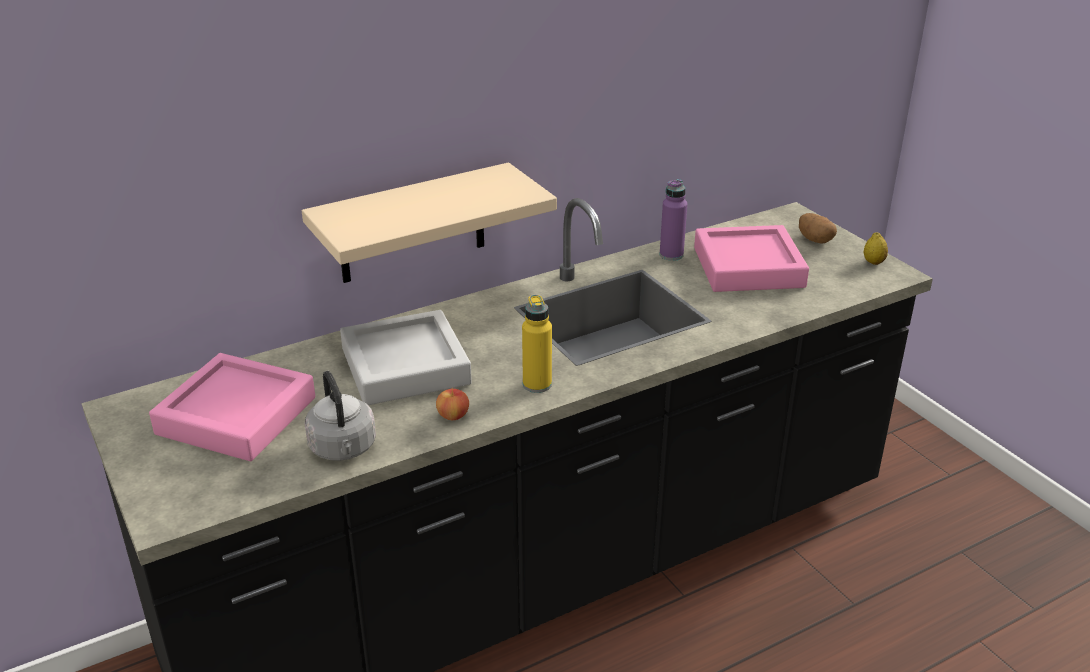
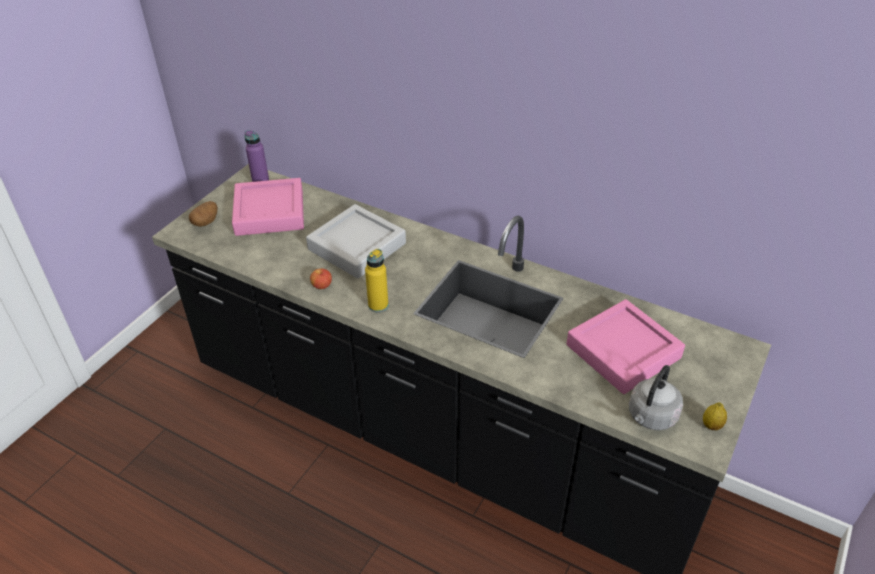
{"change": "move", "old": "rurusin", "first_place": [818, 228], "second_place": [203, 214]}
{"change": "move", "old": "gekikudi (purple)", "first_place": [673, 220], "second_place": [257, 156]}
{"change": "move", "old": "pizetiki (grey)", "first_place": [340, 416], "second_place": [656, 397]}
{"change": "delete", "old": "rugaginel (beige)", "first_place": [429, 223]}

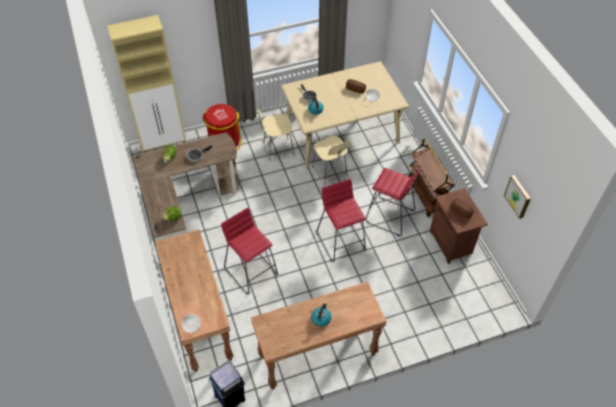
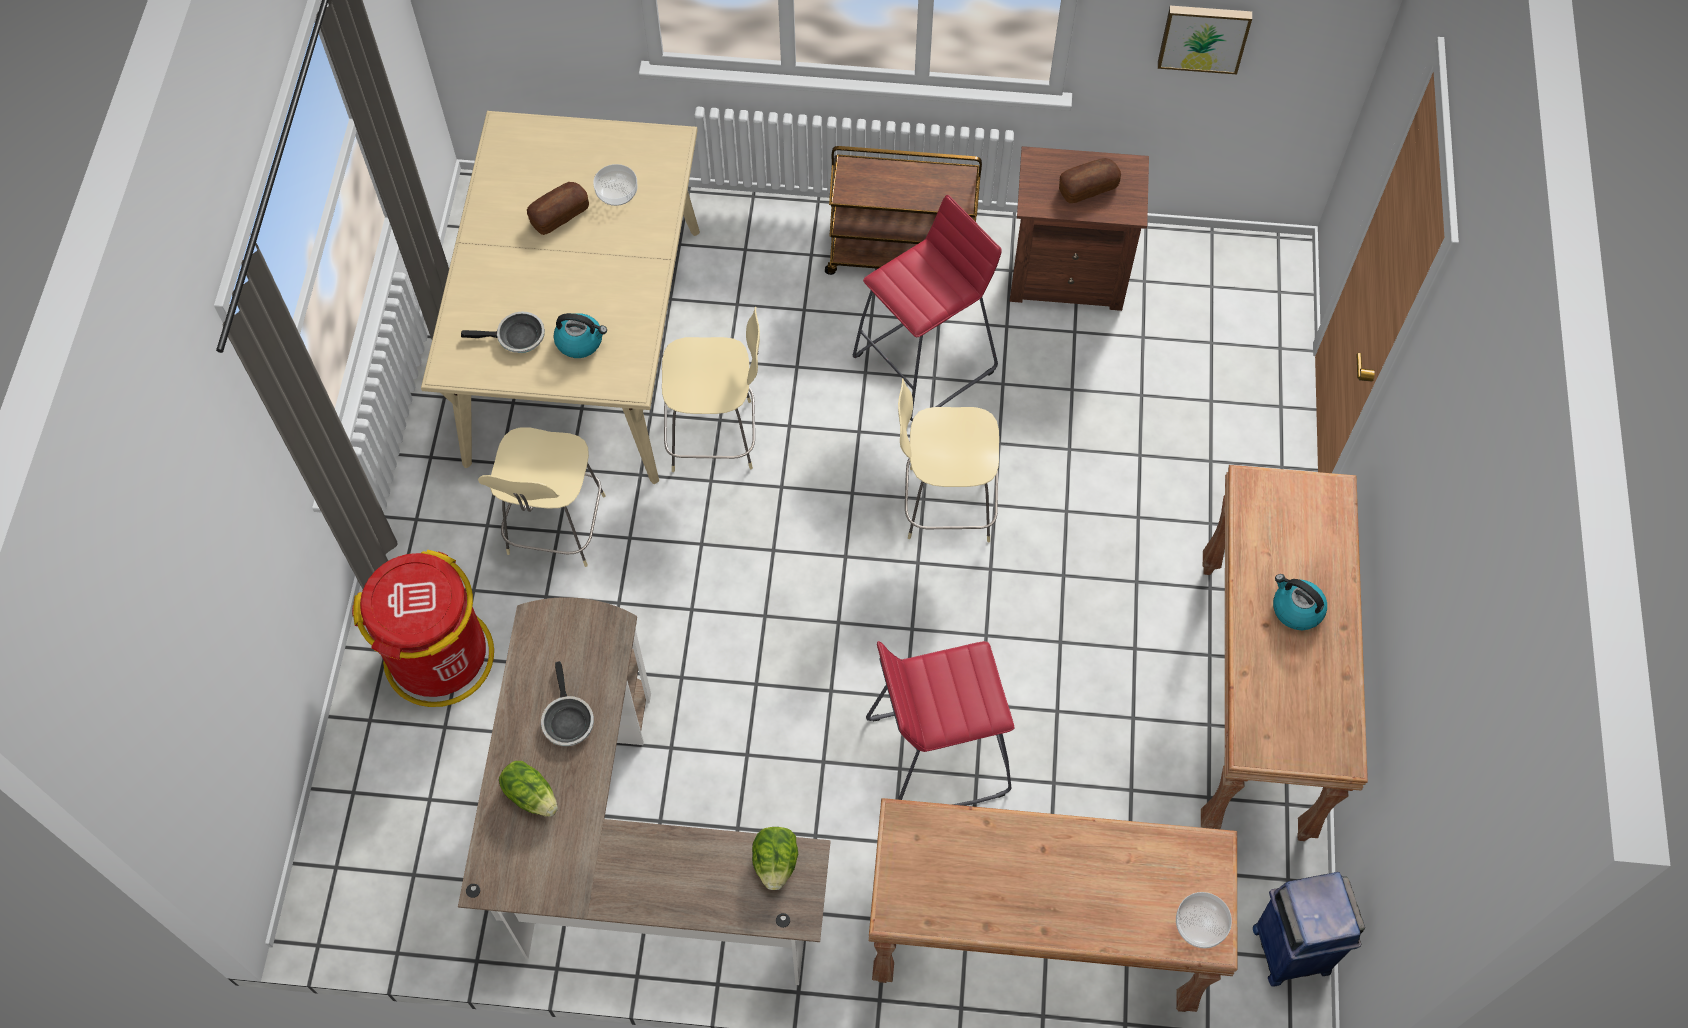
{"change": "replace", "old": "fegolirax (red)", "new": "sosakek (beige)", "first_place": [341, 220], "second_place": [948, 460]}
{"change": "delete", "old": "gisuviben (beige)", "first_place": [146, 83]}

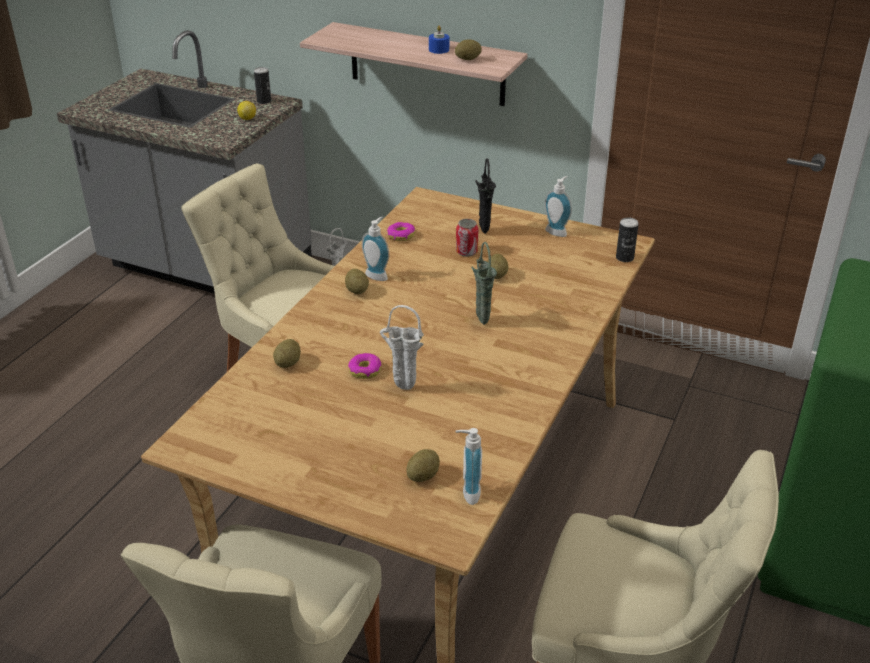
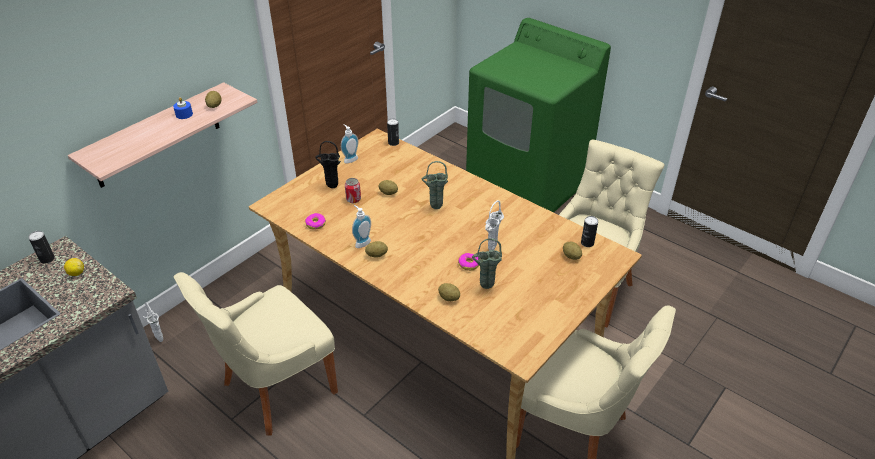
{"change": "insert", "new": "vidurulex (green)", "second_place": [487, 263]}
{"change": "replace", "old": "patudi", "new": "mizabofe", "first_place": [468, 466], "second_place": [589, 231]}

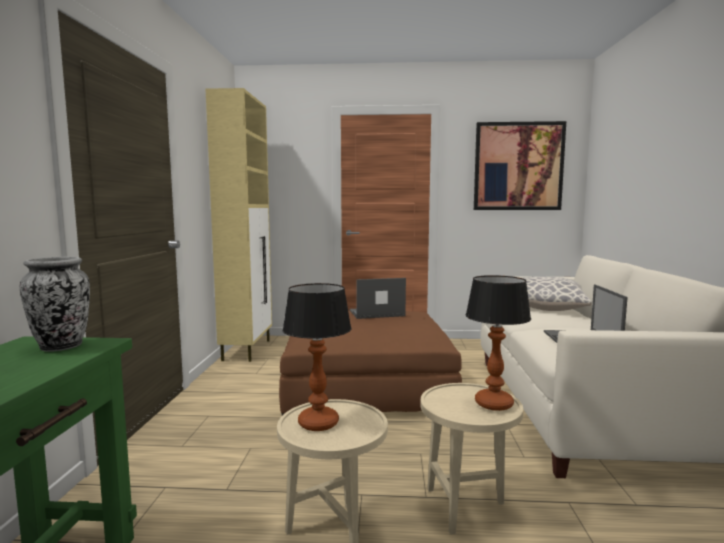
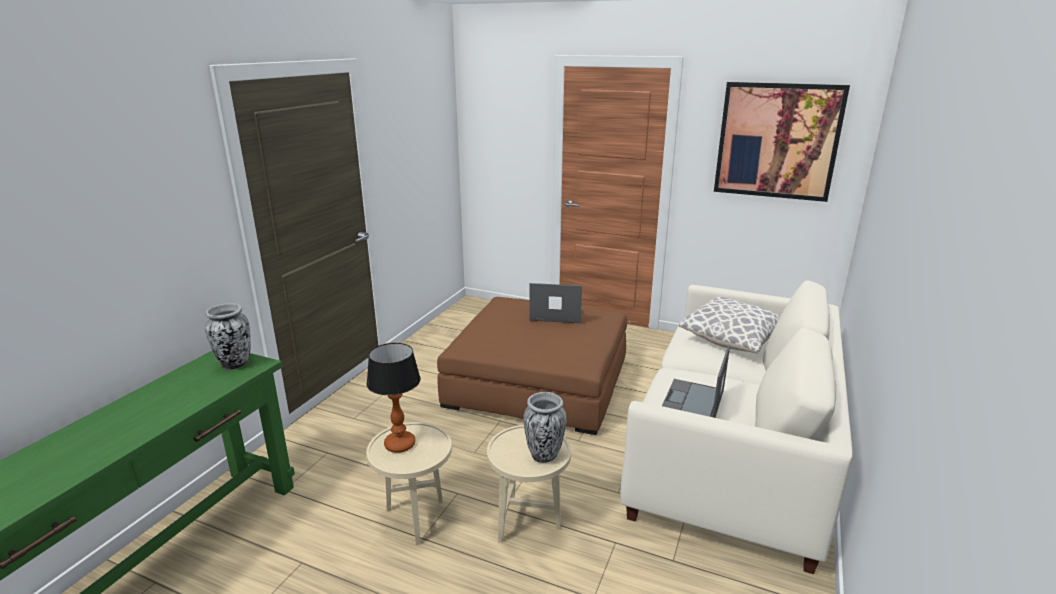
{"change": "replace", "old": "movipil", "new": "vidurulex", "first_place": [498, 343], "second_place": [545, 427]}
{"change": "delete", "old": "gisuviben (beige)", "first_place": [239, 225]}

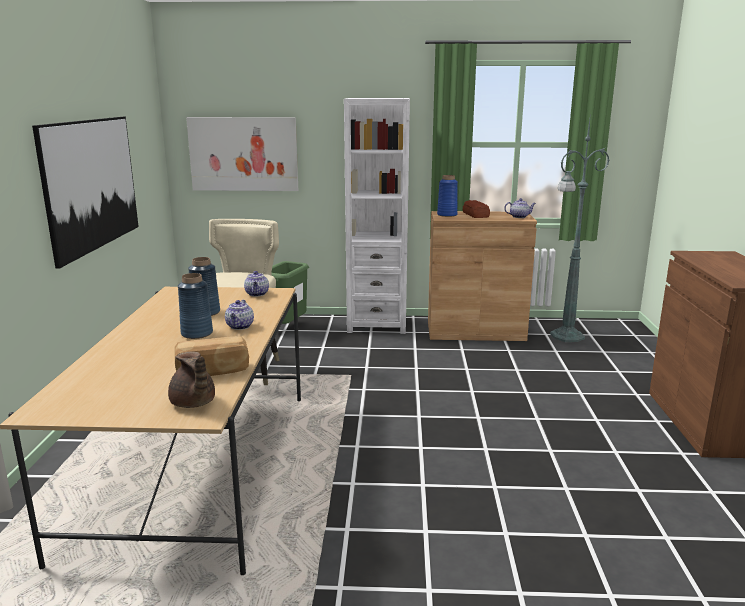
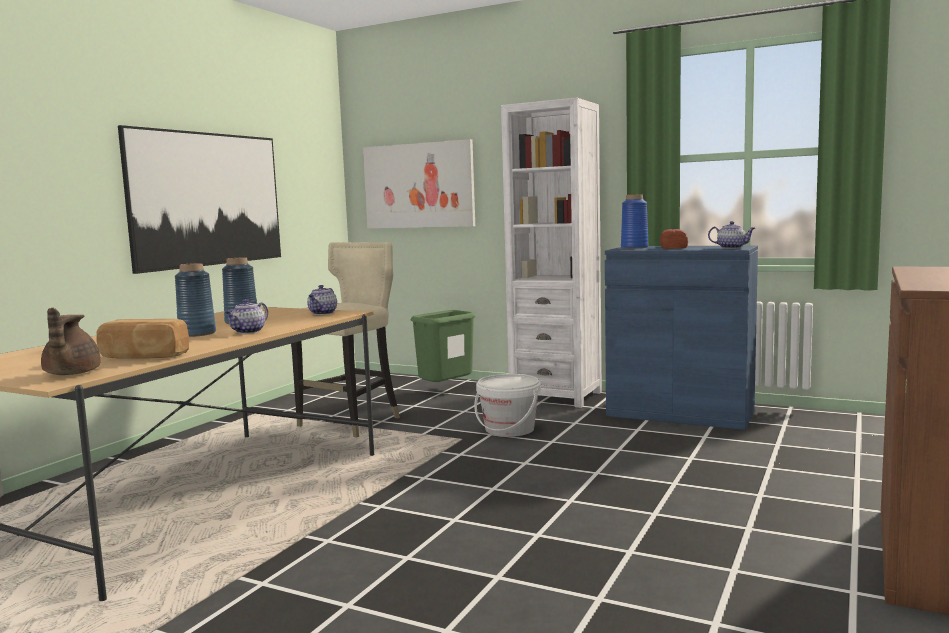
{"change": "insert", "new": "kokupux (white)", "second_place": [507, 405]}
{"change": "recolor", "old": "gisuviben (brown)", "new": "gisuviben (blue)", "first_place": [482, 276], "second_place": [681, 337]}
{"change": "delete", "old": "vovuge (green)", "first_place": [580, 231]}

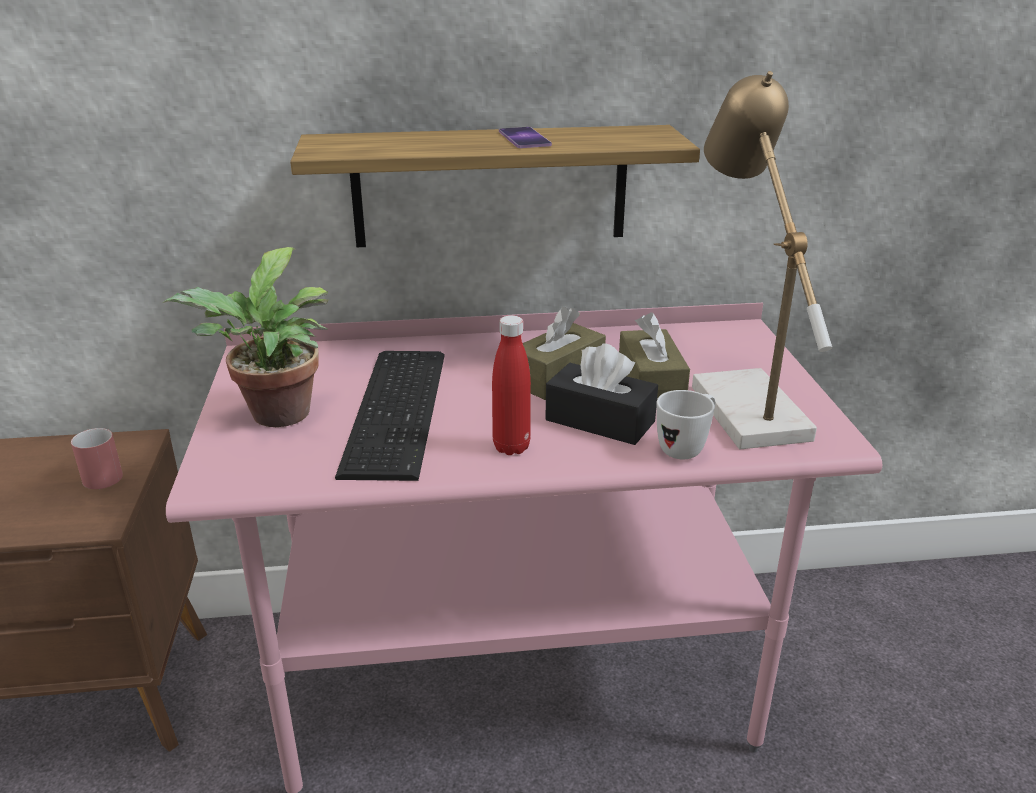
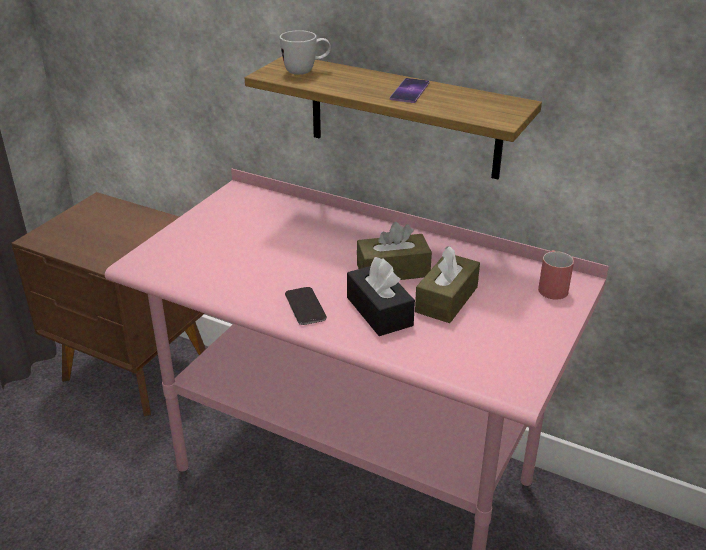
{"change": "move", "old": "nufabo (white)", "first_place": [686, 424], "second_place": [305, 52]}
{"change": "replace", "old": "gekikudi (red)", "new": "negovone", "first_place": [511, 385], "second_place": [306, 306]}
{"change": "move", "old": "nufabo (red)", "first_place": [97, 458], "second_place": [556, 275]}
{"change": "delete", "old": "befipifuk", "first_place": [245, 337]}
{"change": "delete", "old": "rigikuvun", "first_place": [390, 416]}
{"change": "delete", "old": "movipil", "first_place": [762, 260]}

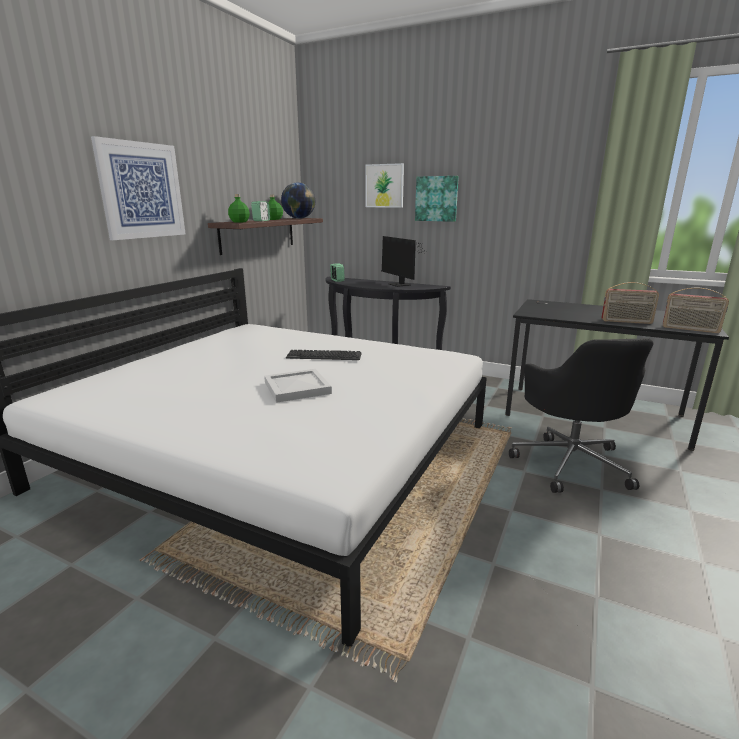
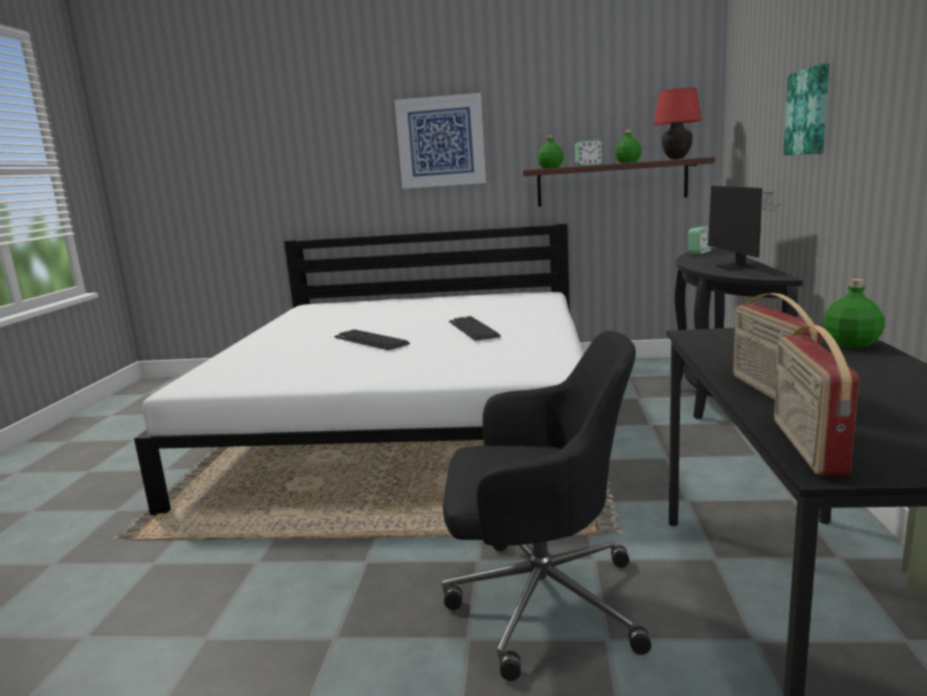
{"change": "replace", "old": "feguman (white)", "new": "rigikuvun", "first_place": [298, 386], "second_place": [372, 339]}
{"change": "rotate", "old": "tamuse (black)", "first_place": [581, 415], "second_place": [546, 506], "degrees": -150}
{"change": "replace", "old": "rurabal", "new": "movipil (red)", "first_place": [298, 200], "second_place": [677, 123]}
{"change": "rotate", "old": "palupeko", "first_place": [404, 261], "second_place": [744, 228], "degrees": -45}
{"change": "insert", "new": "gekikudi (green)", "second_place": [853, 313]}
{"change": "delete", "old": "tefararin", "first_place": [384, 185]}

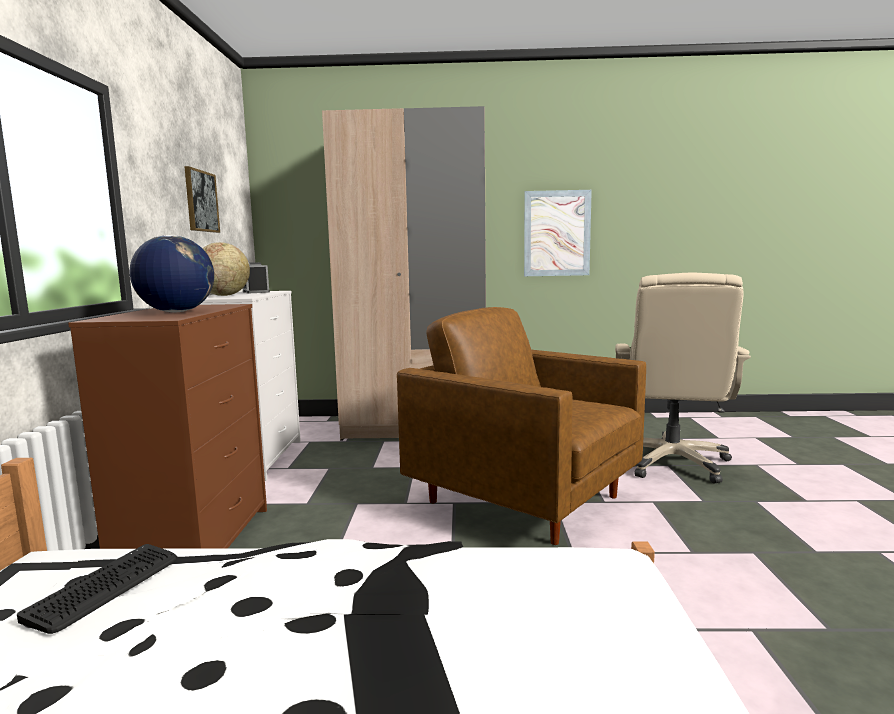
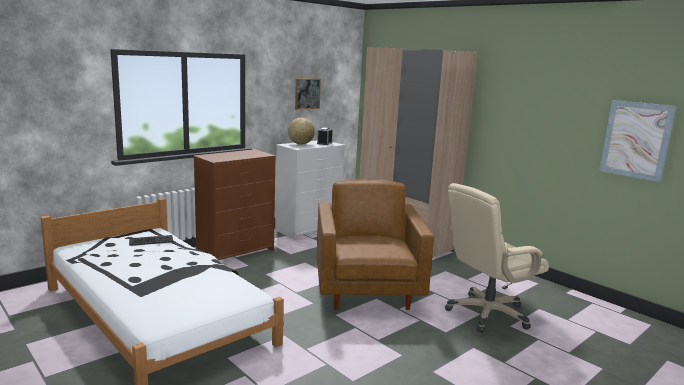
{"change": "move", "old": "tefararin", "first_place": [558, 233], "second_place": [638, 141]}
{"change": "delete", "old": "rurabal", "first_place": [172, 273]}

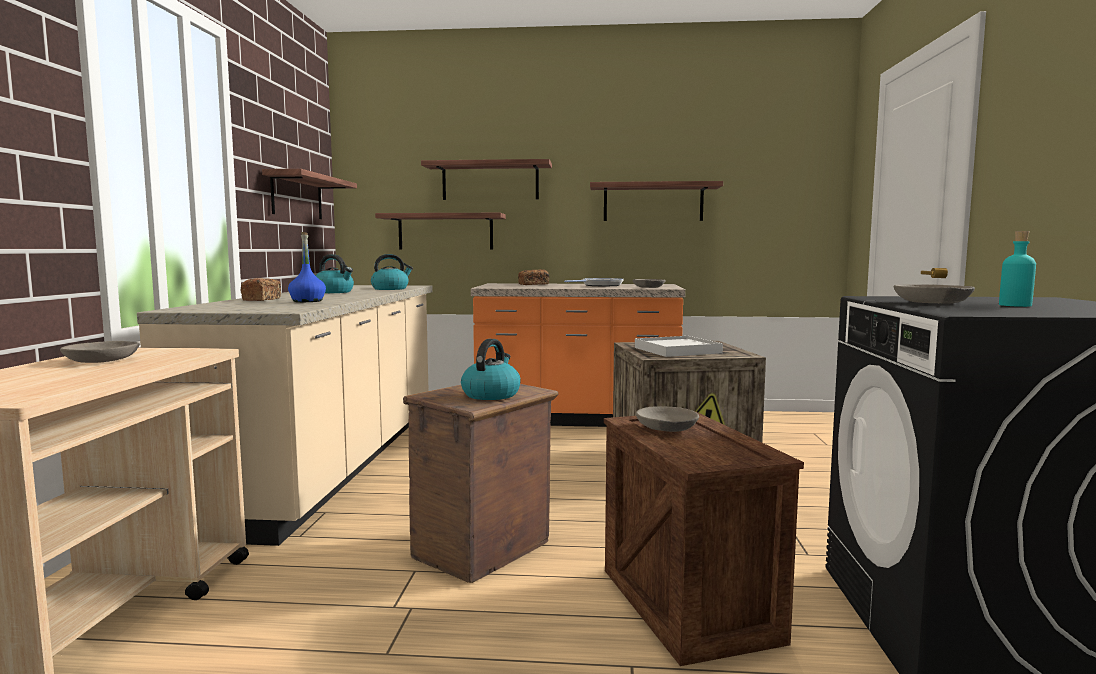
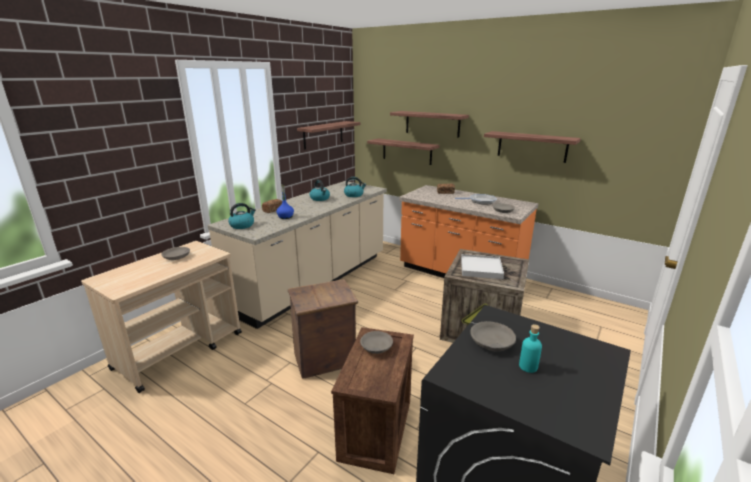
{"change": "move", "old": "pizetiki", "first_place": [491, 369], "second_place": [242, 216]}

